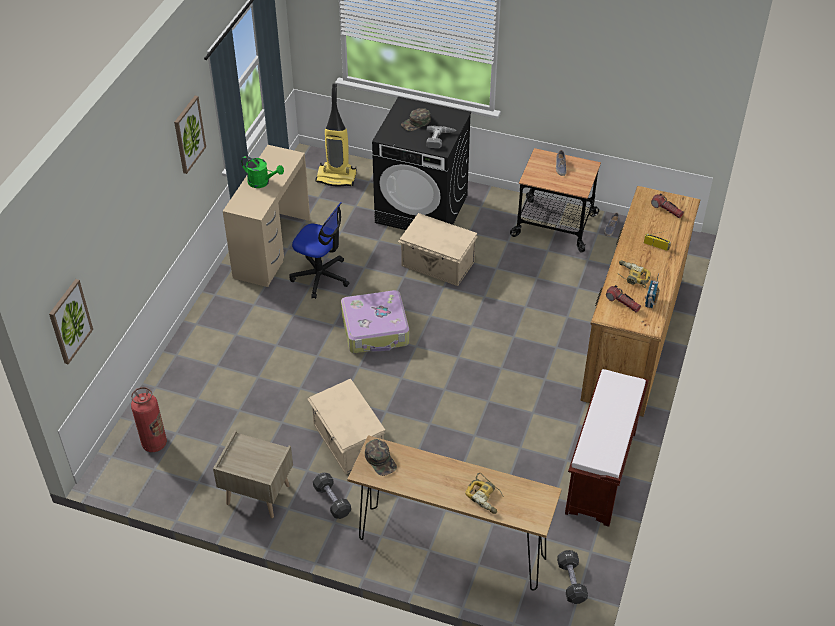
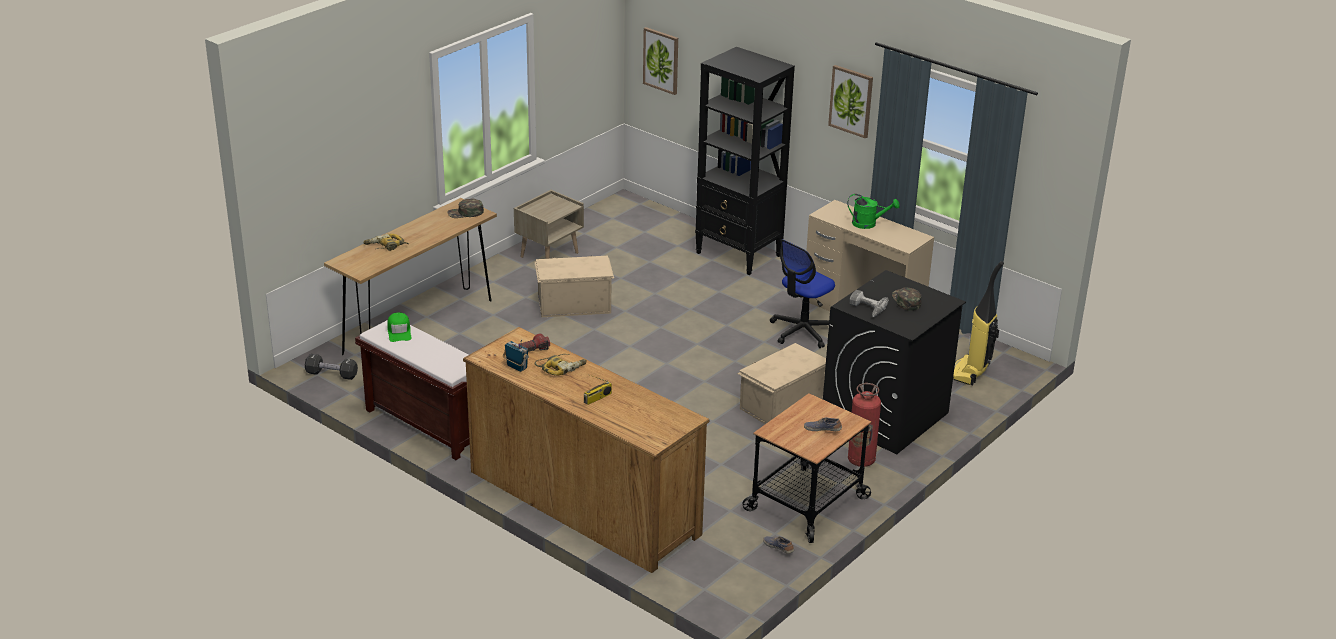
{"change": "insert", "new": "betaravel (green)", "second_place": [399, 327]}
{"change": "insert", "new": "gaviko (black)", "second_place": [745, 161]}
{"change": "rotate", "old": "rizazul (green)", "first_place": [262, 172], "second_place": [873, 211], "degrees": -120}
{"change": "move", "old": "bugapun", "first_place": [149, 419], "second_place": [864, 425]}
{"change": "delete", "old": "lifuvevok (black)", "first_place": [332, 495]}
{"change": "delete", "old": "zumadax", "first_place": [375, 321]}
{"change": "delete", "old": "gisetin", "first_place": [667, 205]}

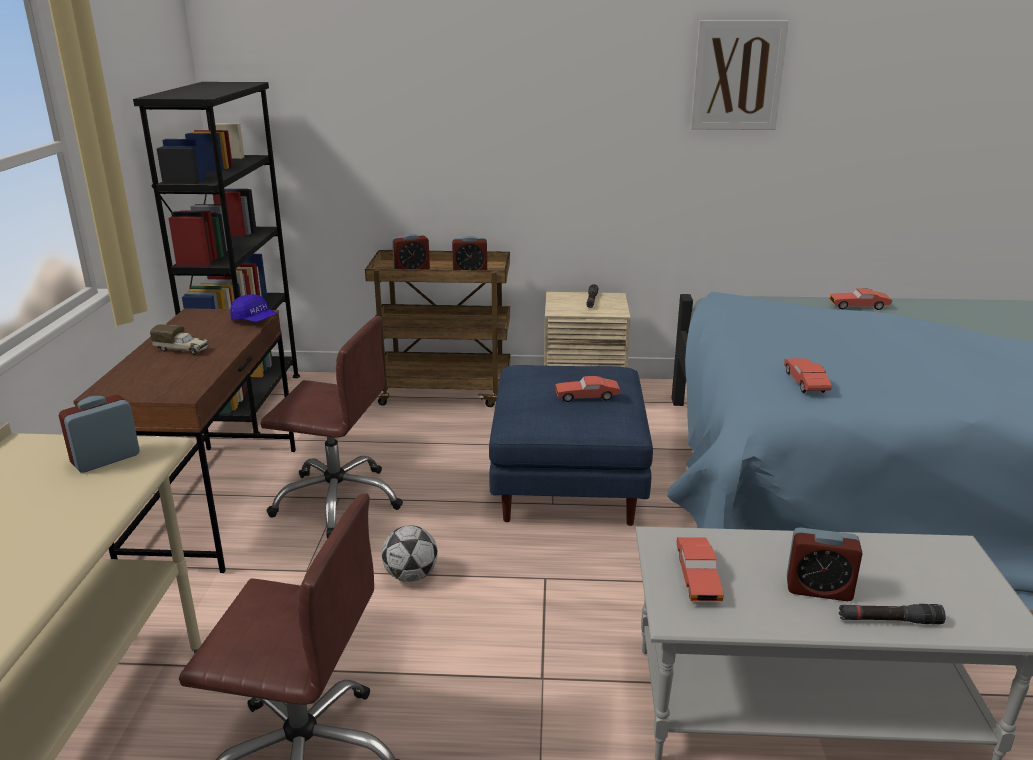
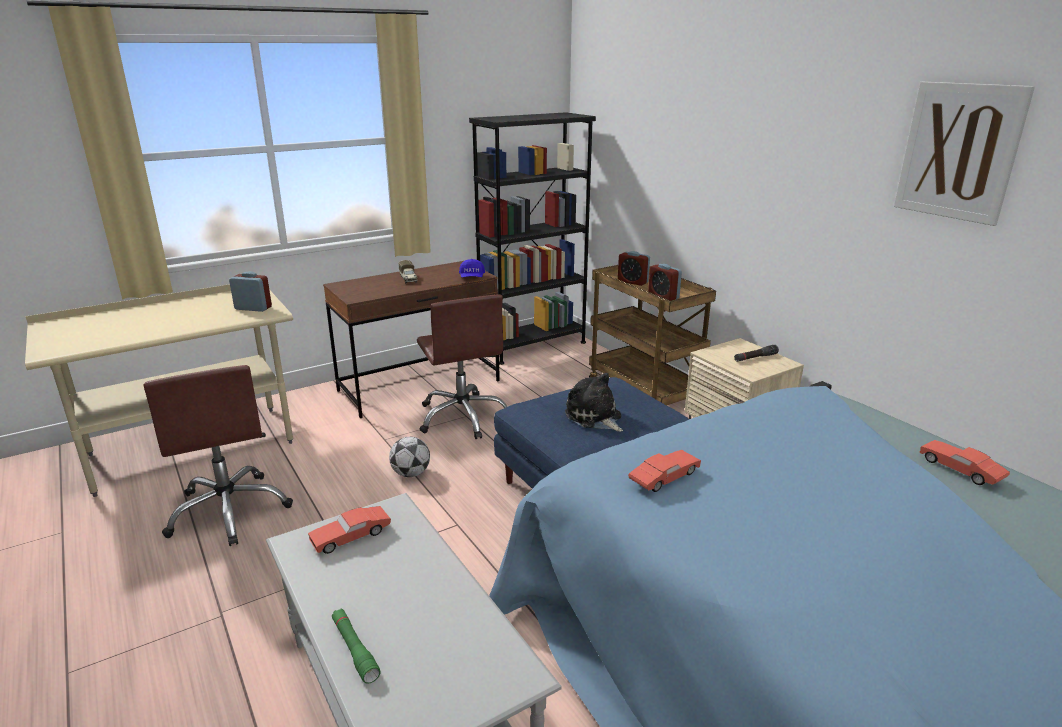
{"change": "recolor", "old": "gisetin (black)", "new": "gisetin (green)", "first_place": [892, 614], "second_place": [356, 646]}
{"change": "replace", "old": "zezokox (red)", "new": "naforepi", "first_place": [588, 389], "second_place": [594, 402]}
{"change": "delete", "old": "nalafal", "first_place": [825, 564]}

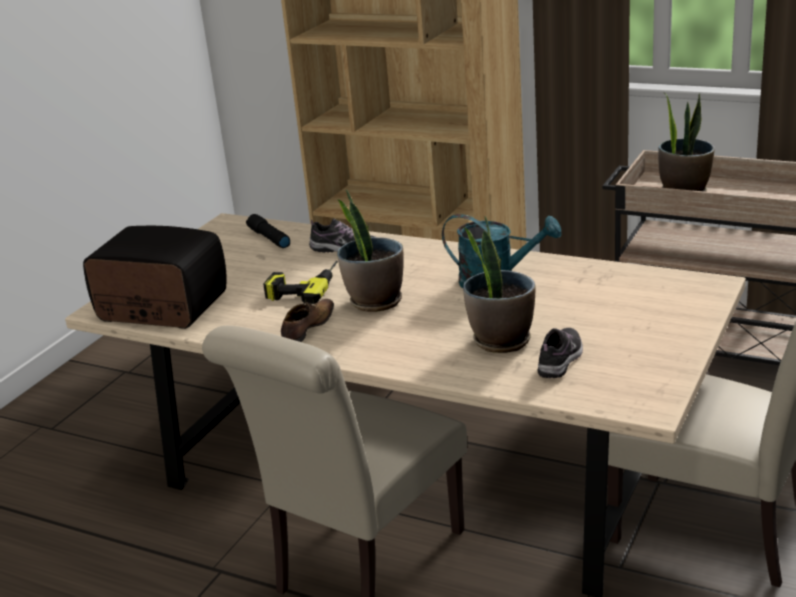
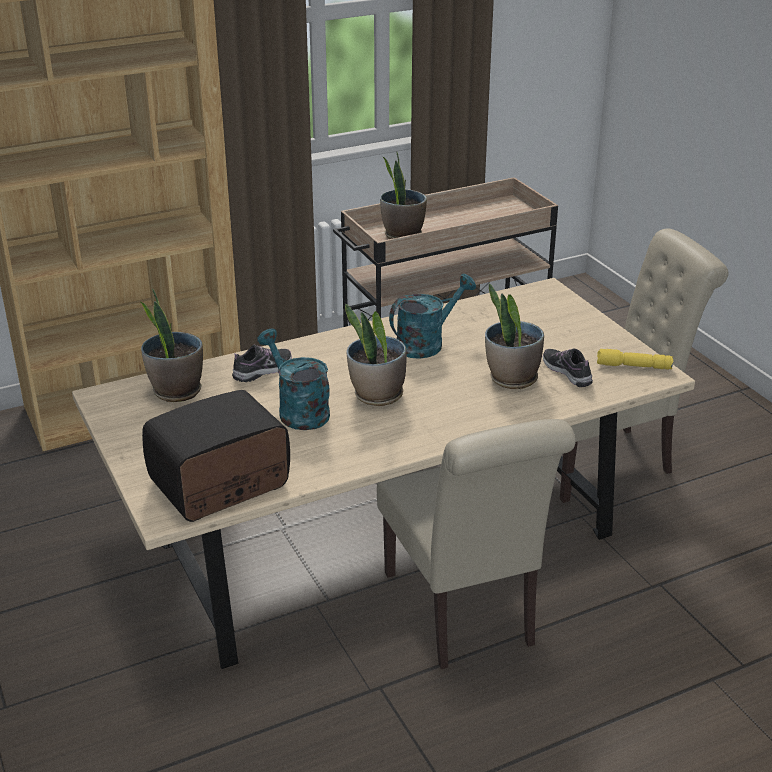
{"change": "replace", "old": "gisetin (black)", "new": "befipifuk", "first_place": [268, 231], "second_place": [171, 345]}
{"change": "replace", "old": "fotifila", "new": "rizazul (turquoise)", "first_place": [300, 282], "second_place": [293, 379]}
{"change": "insert", "new": "gisetin (yellow)", "second_place": [635, 359]}
{"change": "delete", "old": "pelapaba", "first_place": [307, 320]}

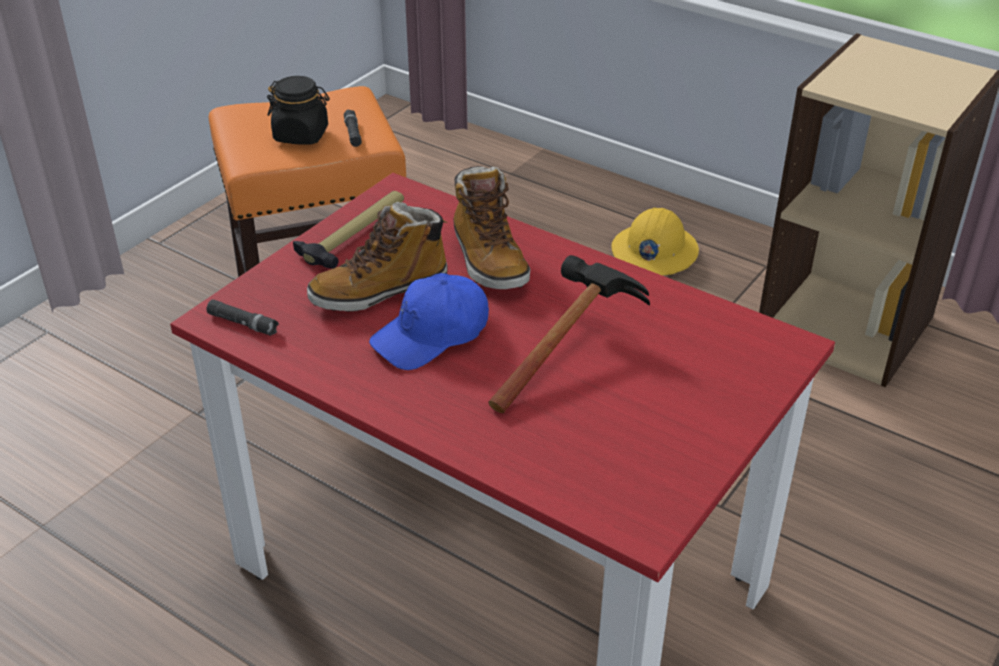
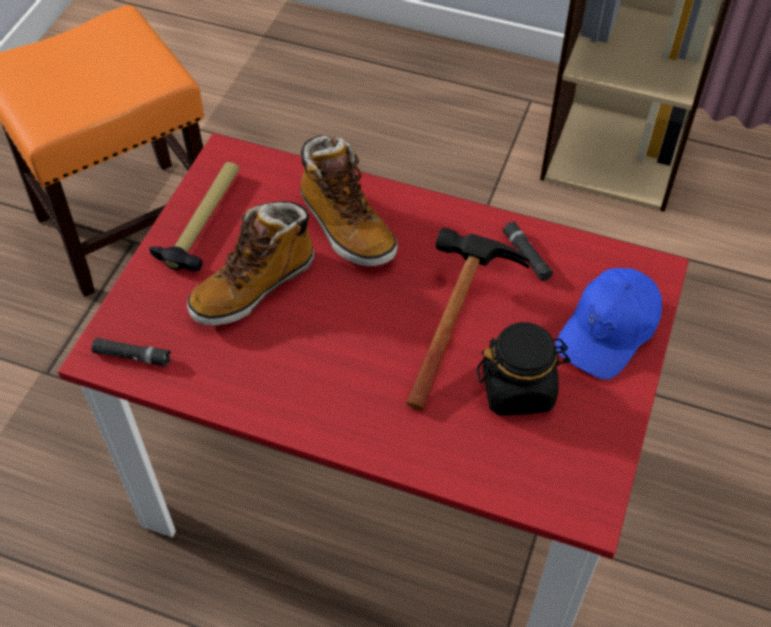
{"change": "move", "old": "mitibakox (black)", "first_place": [298, 110], "second_place": [524, 369]}
{"change": "move", "old": "gisetin (black)", "first_place": [353, 128], "second_place": [527, 251]}
{"change": "move", "old": "betaravel (blue)", "first_place": [429, 321], "second_place": [608, 323]}
{"change": "delete", "old": "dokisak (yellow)", "first_place": [655, 242]}

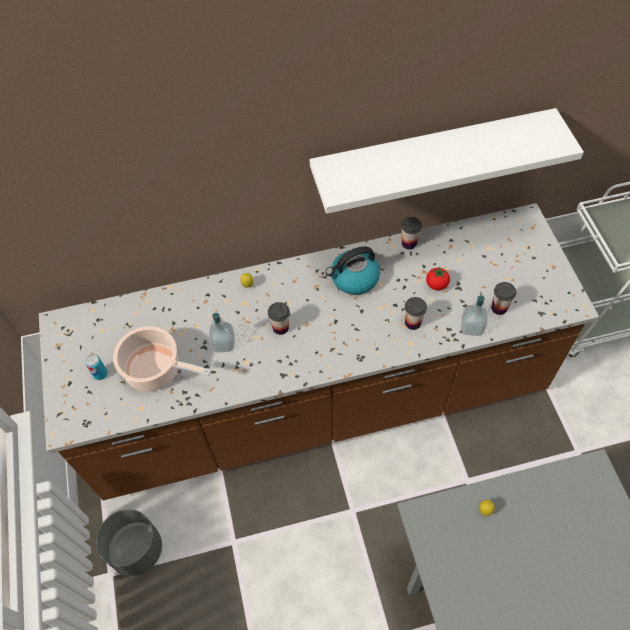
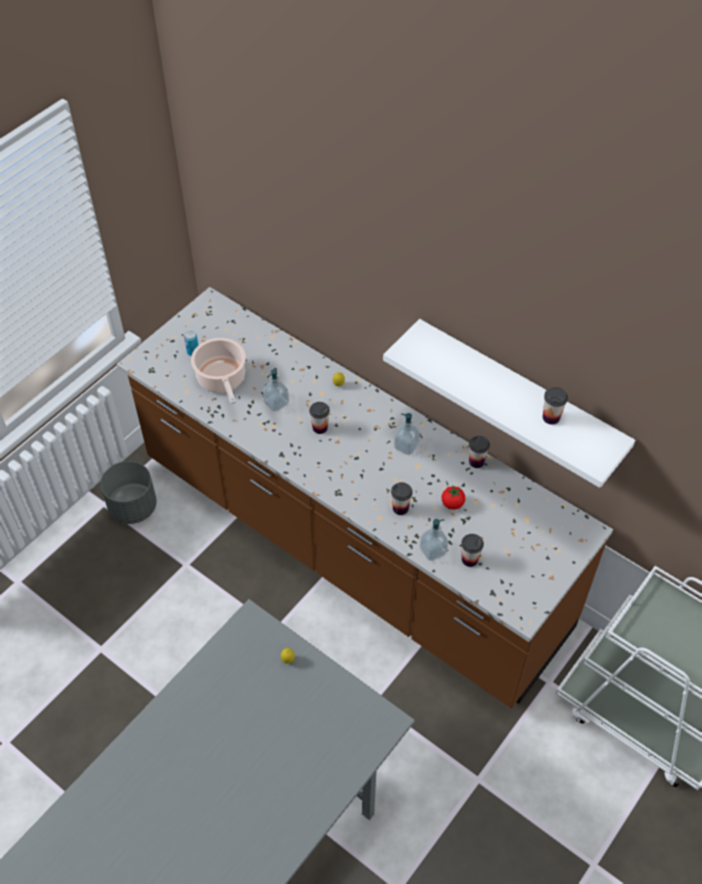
{"change": "replace", "old": "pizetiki", "new": "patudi", "first_place": [353, 270], "second_place": [407, 434]}
{"change": "insert", "new": "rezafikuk", "second_place": [555, 406]}

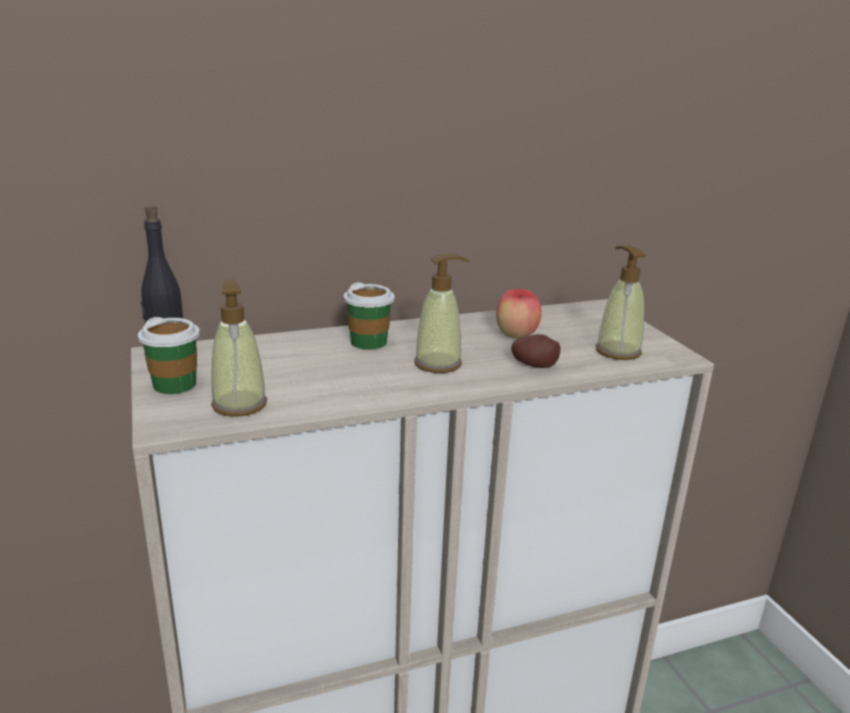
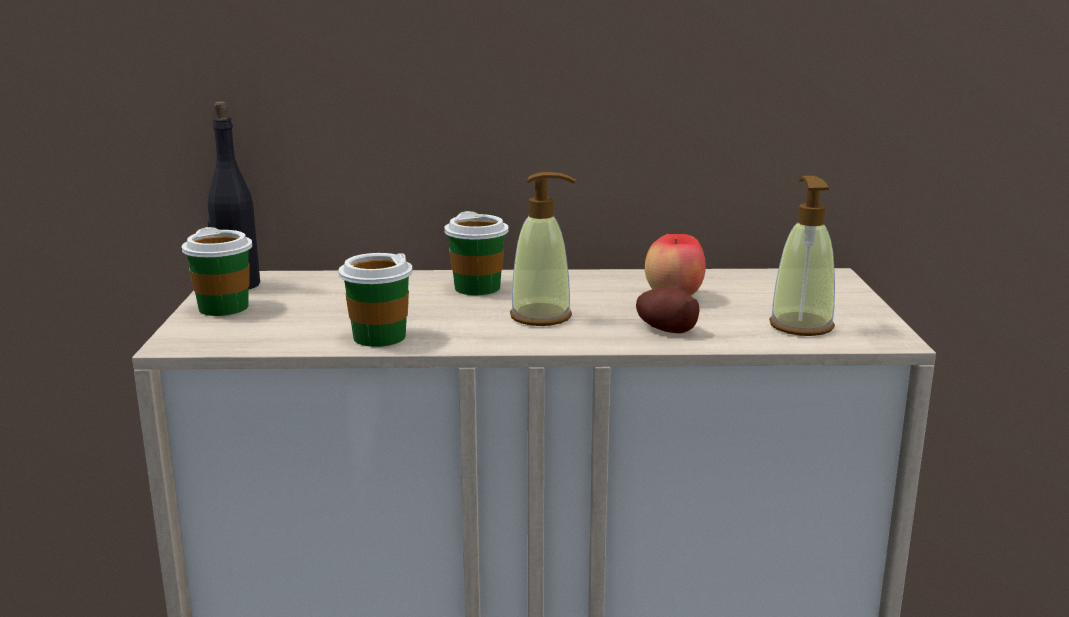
{"change": "insert", "new": "rezafikuk", "second_place": [375, 300]}
{"change": "delete", "old": "patudi", "first_place": [239, 347]}

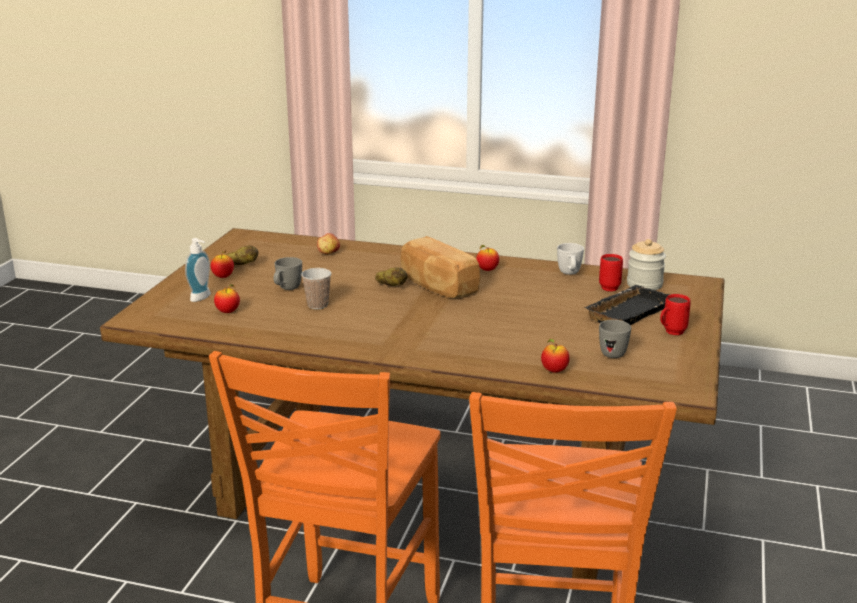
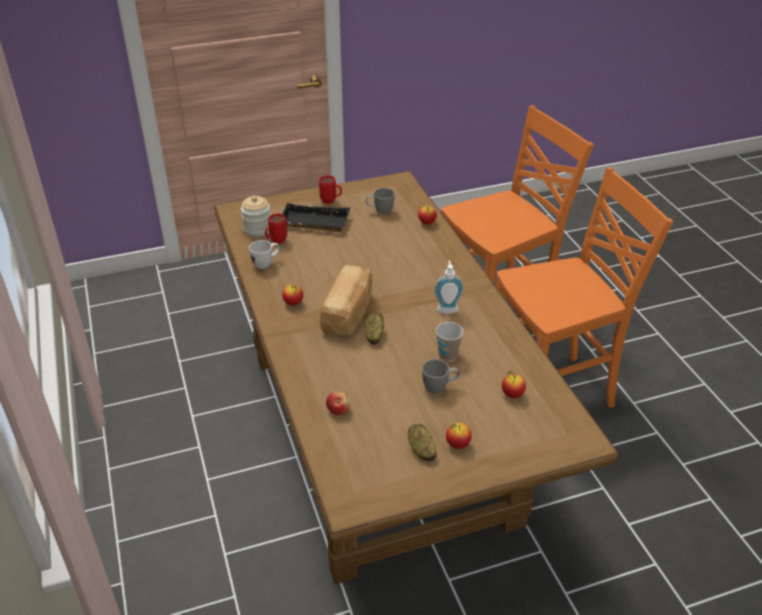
{"change": "move", "old": "patudi", "first_place": [198, 270], "second_place": [449, 287]}

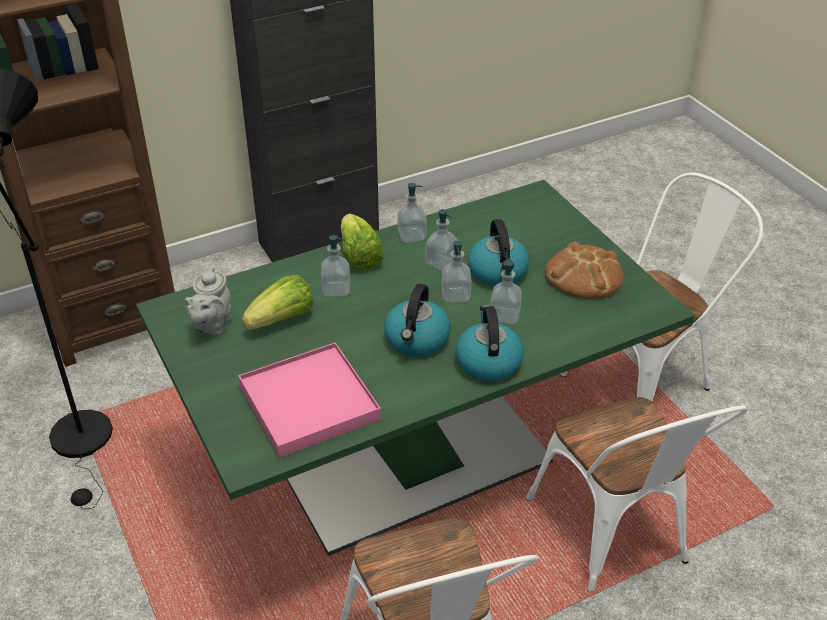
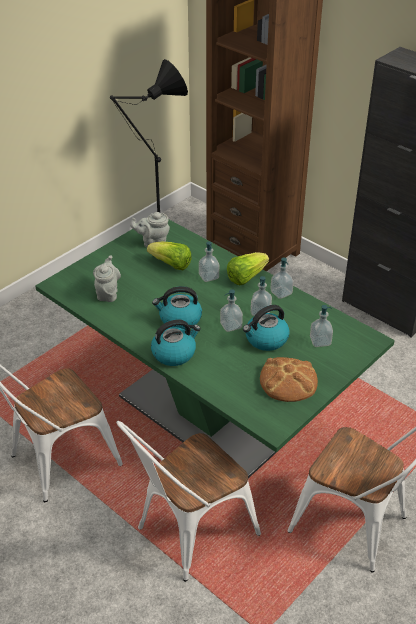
{"change": "replace", "old": "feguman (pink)", "new": "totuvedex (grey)", "first_place": [309, 400], "second_place": [107, 278]}
{"change": "move", "old": "patudi", "first_place": [506, 291], "second_place": [321, 326]}

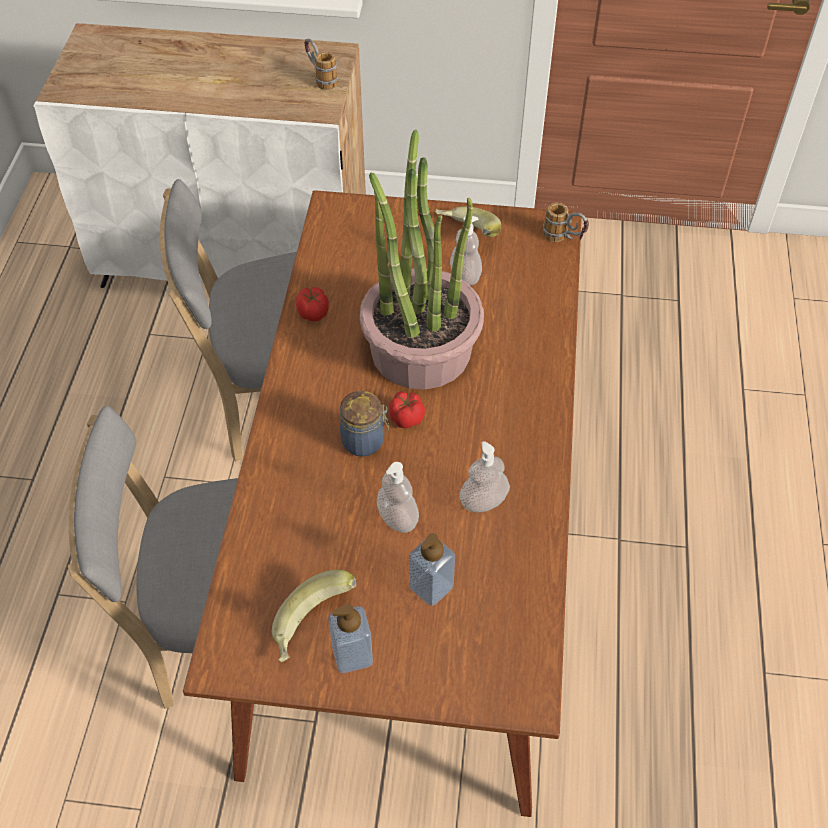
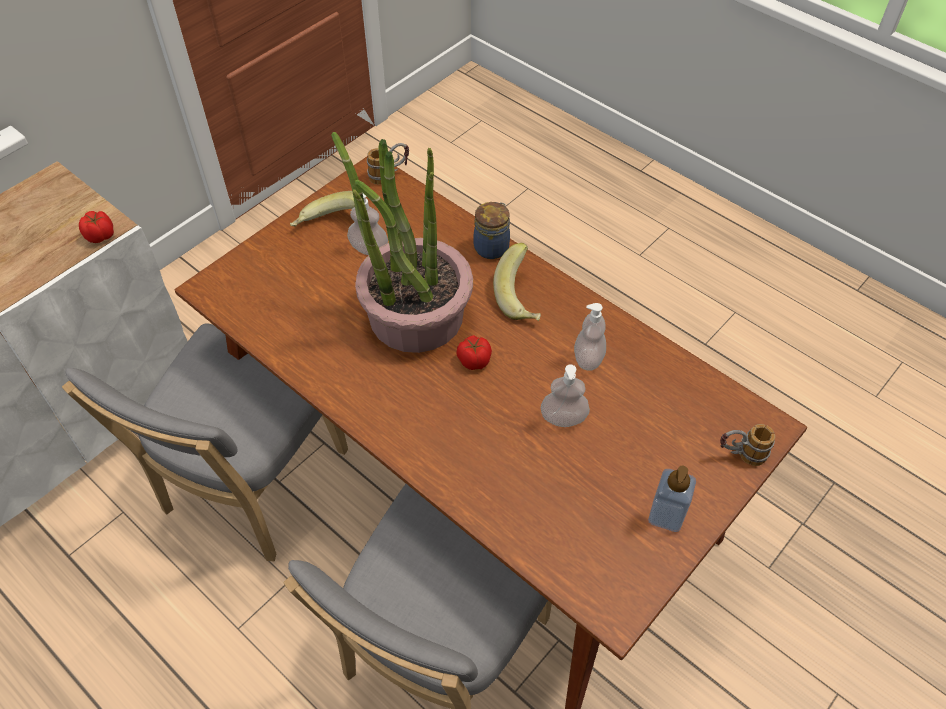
{"change": "move", "old": "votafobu", "first_place": [312, 304], "second_place": [96, 227]}
{"change": "move", "old": "mitibakox", "first_place": [364, 424], "second_place": [491, 230]}
{"change": "move", "old": "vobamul", "first_place": [314, 615], "second_place": [517, 282]}
{"change": "move", "old": "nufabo", "first_place": [321, 64], "second_place": [747, 445]}
{"change": "delete", "old": "patudi", "first_place": [432, 569]}

